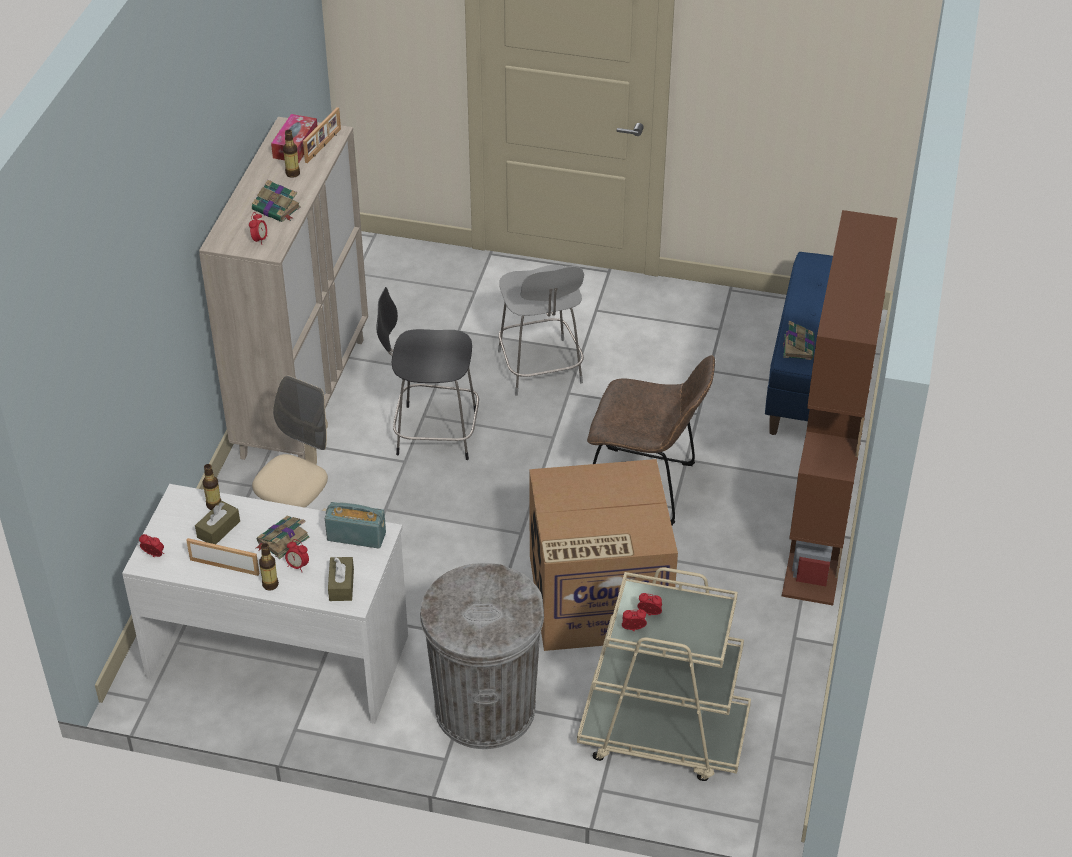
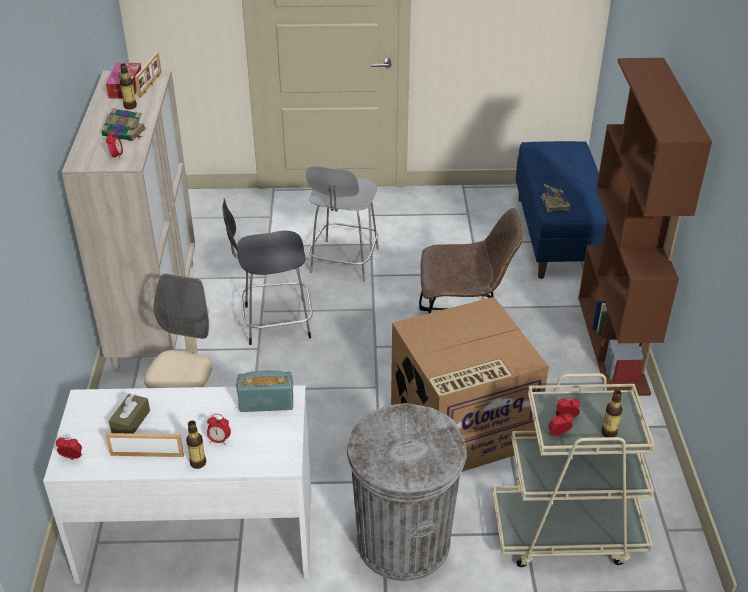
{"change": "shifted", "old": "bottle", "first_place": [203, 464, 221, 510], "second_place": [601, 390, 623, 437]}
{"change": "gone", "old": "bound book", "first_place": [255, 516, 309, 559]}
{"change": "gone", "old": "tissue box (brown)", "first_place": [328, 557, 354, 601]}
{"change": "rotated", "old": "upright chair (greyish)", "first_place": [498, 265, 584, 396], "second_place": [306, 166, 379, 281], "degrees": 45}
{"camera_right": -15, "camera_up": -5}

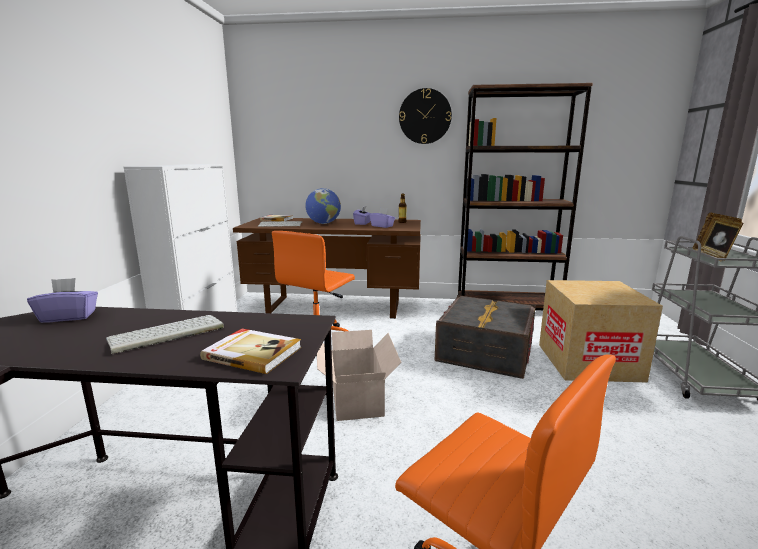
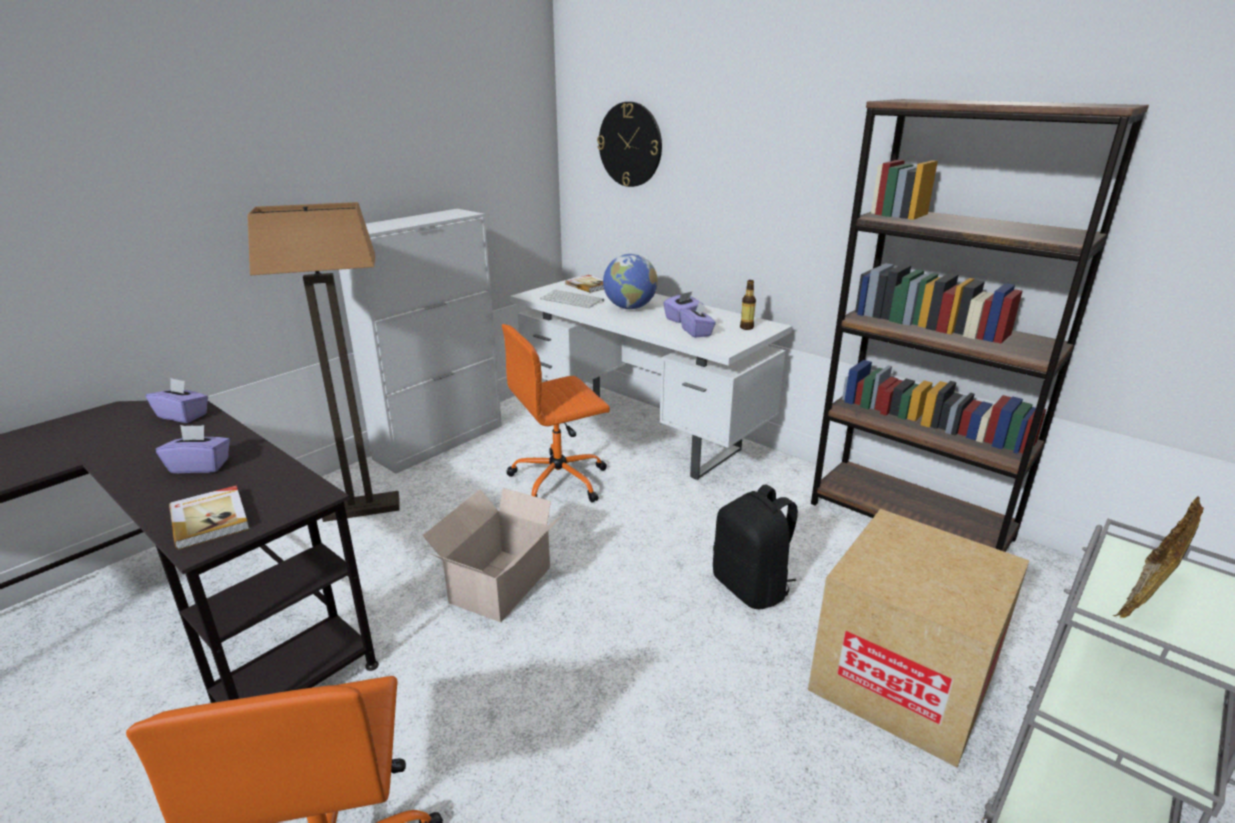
{"change": "swapped", "old": "PC keyboard", "new": "tissue box (purple-coloured)", "first_place": [106, 315, 224, 354], "second_place": [156, 425, 230, 473]}
{"change": "repainted", "old": "desk table (brown)", "new": "desk table (whitish)", "first_place": [233, 218, 421, 319], "second_place": [510, 276, 792, 480]}
{"change": "shifted", "old": "hanging clock", "first_place": [399, 88, 452, 144], "second_place": [597, 102, 662, 187]}
{"change": "swapped", "old": "storage container (greyish)", "new": "knapsack (black)", "first_place": [434, 295, 536, 379], "second_place": [713, 485, 798, 609]}
{"change": "new", "new": "standing lamp", "second_place": [248, 202, 400, 522]}
{"camera_right": 35, "camera_up": 10}

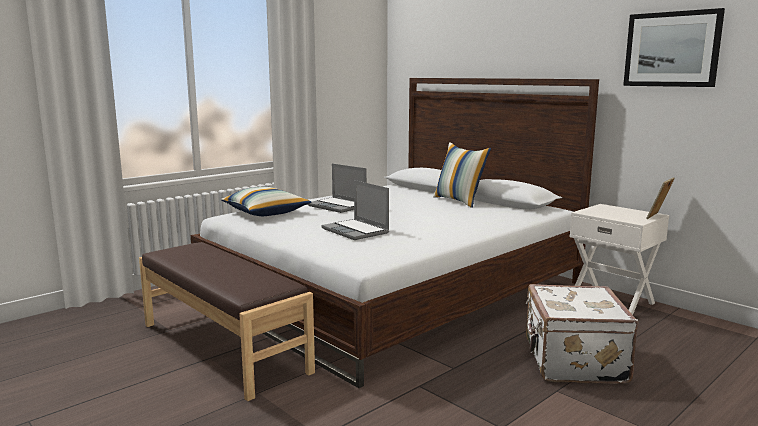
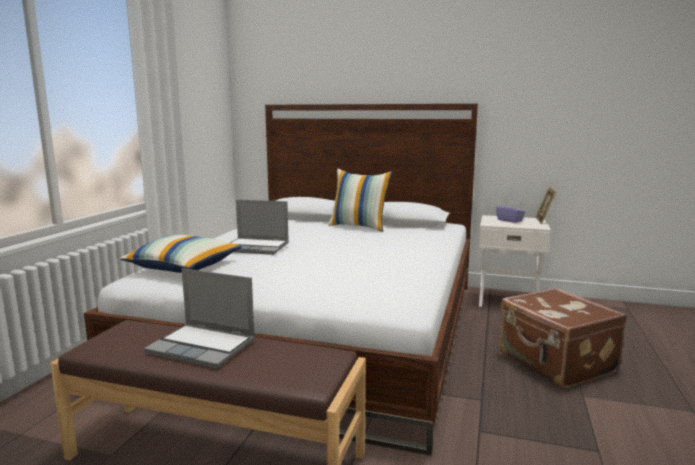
{"change": "shifted", "old": "notebook computer", "first_place": [322, 180, 389, 240], "second_place": [144, 268, 255, 369]}
{"change": "repainted", "old": "piece of luggage (whitish)", "new": "piece of luggage (brown)", "first_place": [526, 284, 638, 384], "second_place": [500, 288, 627, 388]}
{"change": "gone", "old": "wall picture", "first_place": [623, 8, 725, 87]}
{"change": "new", "new": "tissue box (purple-coloured)", "second_place": [496, 200, 526, 223]}
{"camera_right": -30, "camera_up": 0}

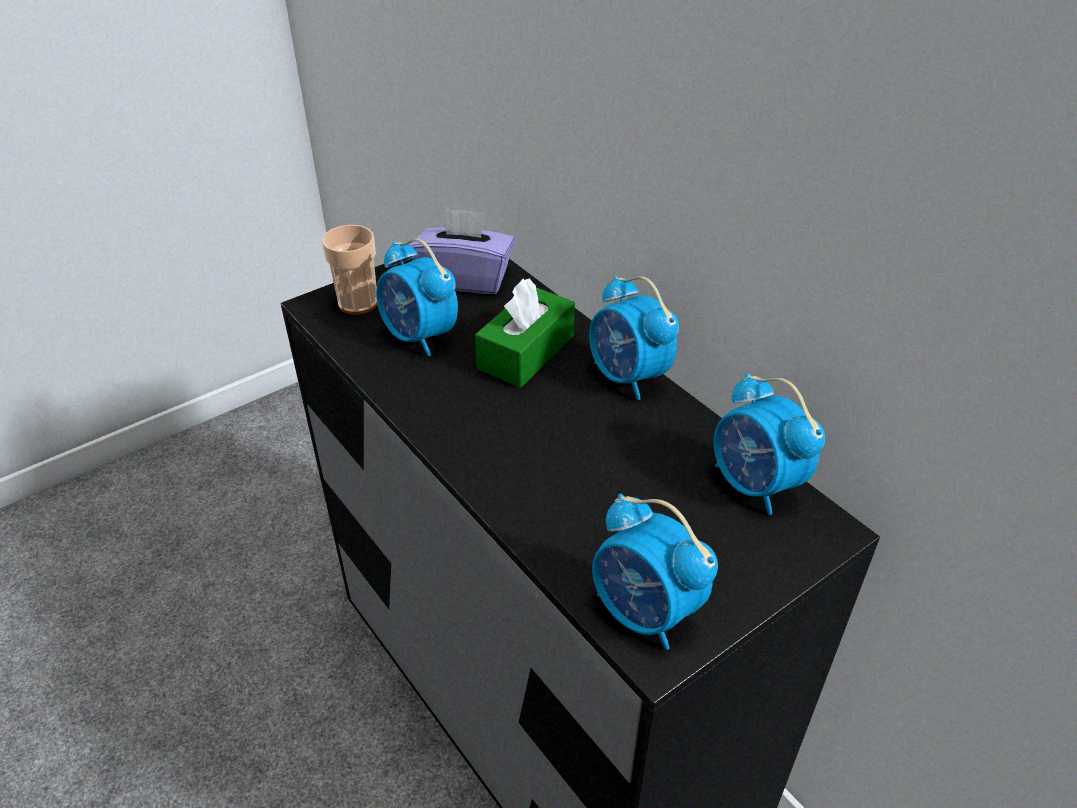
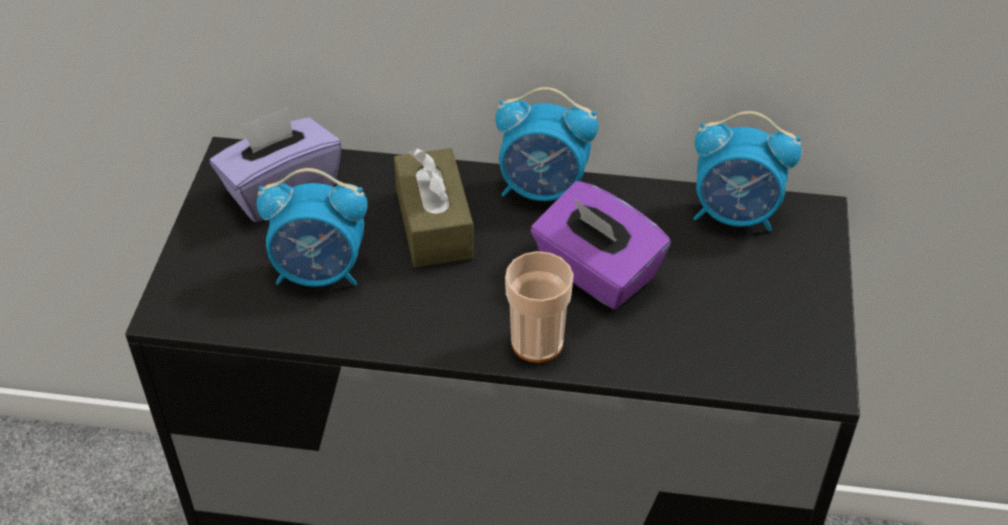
{"change": "shifted", "old": "cup", "first_place": [322, 225, 377, 315], "second_place": [505, 251, 574, 363]}
{"change": "repainted", "old": "tissue box (green-coloured)", "new": "tissue box (brown)", "first_place": [475, 279, 575, 388], "second_place": [394, 148, 474, 267]}
{"change": "gone", "old": "bedside clock", "first_place": [592, 494, 718, 650]}
{"change": "new", "new": "tissue box (purple-coloured)", "second_place": [530, 181, 671, 309]}
{"camera_right": -45, "camera_up": 5}

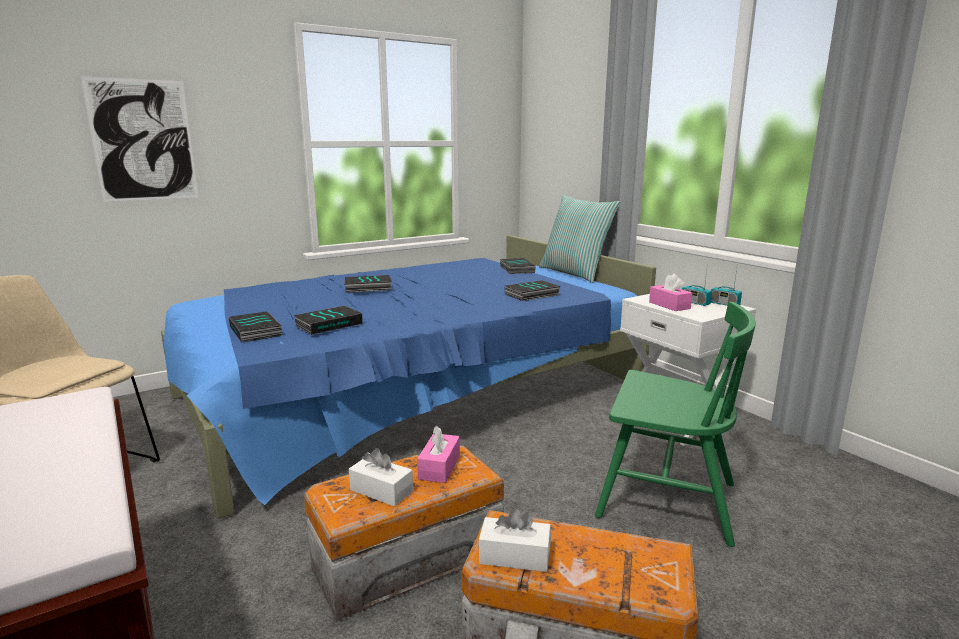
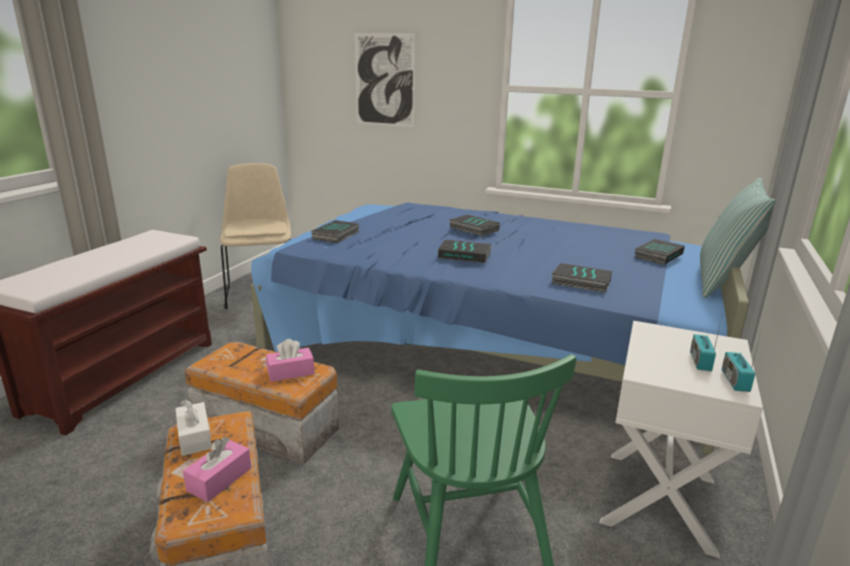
{"change": "shifted", "old": "bound book", "first_place": [293, 306, 363, 335], "second_place": [438, 240, 492, 263]}
{"change": "gone", "old": "tissue box (whitish)", "first_place": [349, 448, 413, 507]}
{"change": "shifted", "old": "tissue box (pink-coloured)", "first_place": [649, 274, 693, 311], "second_place": [183, 437, 251, 502]}
{"camera_right": 55, "camera_up": 5}

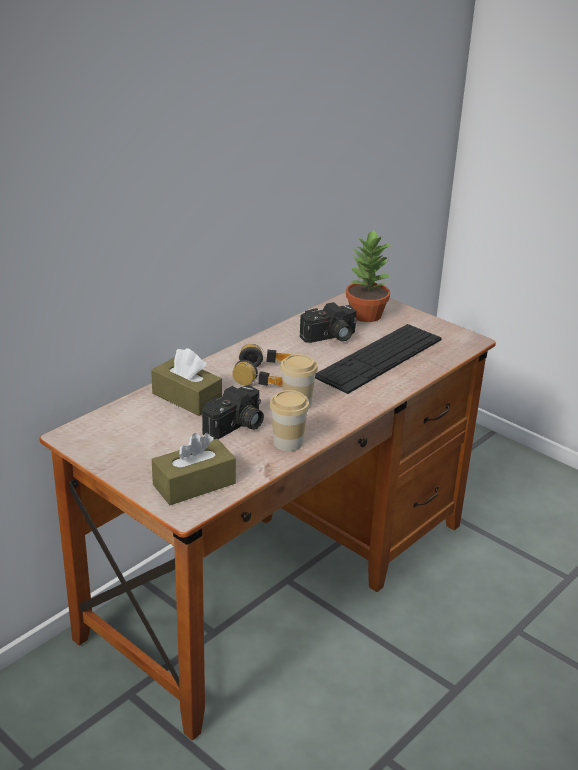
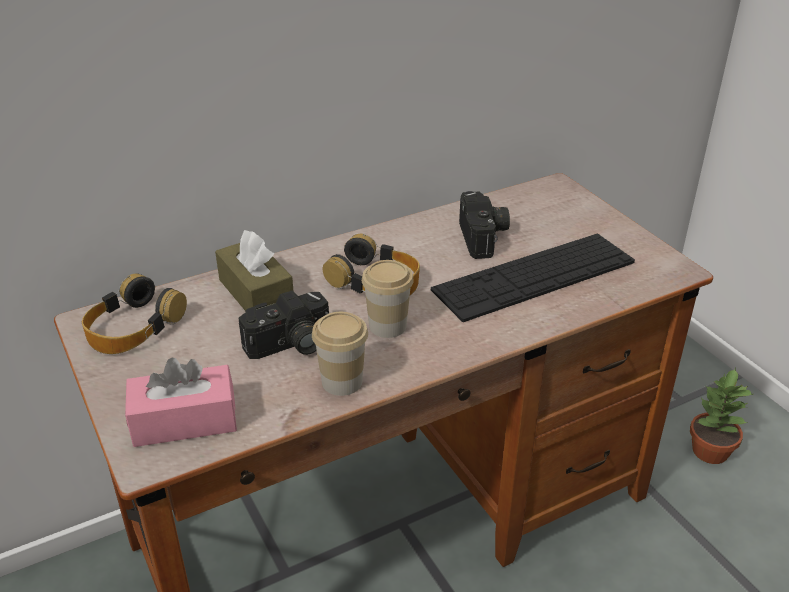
{"change": "repainted", "old": "tissue box (brown)", "new": "tissue box (pink-coloured)", "first_place": [152, 433, 236, 505], "second_place": [125, 358, 237, 447]}
{"change": "rotated", "old": "photo camera", "first_place": [300, 302, 357, 343], "second_place": [459, 191, 510, 259], "degrees": -90}
{"change": "shifted", "old": "houseplant", "first_place": [346, 229, 391, 322], "second_place": [690, 368, 753, 464]}
{"change": "new", "new": "headphones", "second_place": [82, 273, 187, 354]}
{"camera_right": 20, "camera_up": 5}

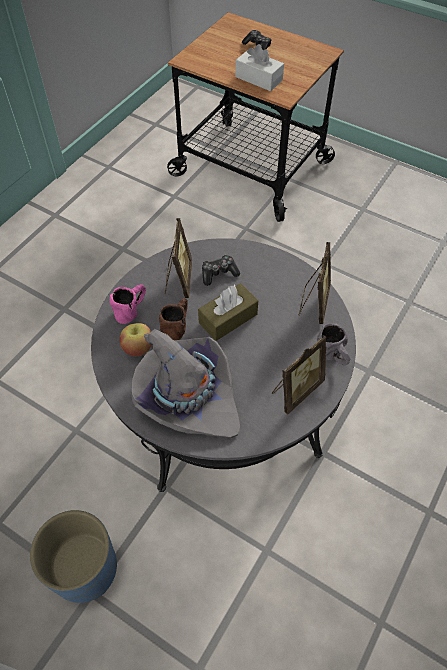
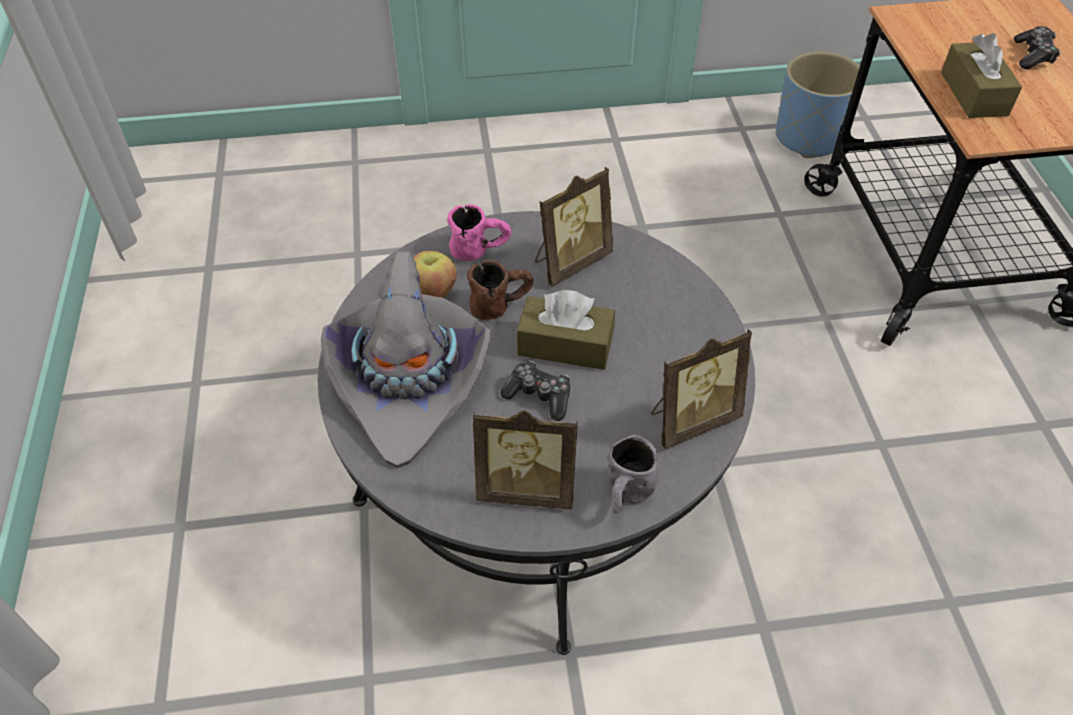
{"change": "shifted", "old": "plant pot (blue)", "first_place": [30, 510, 117, 603], "second_place": [776, 51, 866, 158]}
{"change": "shifted", "old": "gamepad", "first_place": [202, 255, 240, 286], "second_place": [501, 361, 570, 421]}
{"change": "repainted", "old": "tissue box (whitish)", "new": "tissue box (brown)", "first_place": [235, 44, 284, 91], "second_place": [941, 33, 1022, 118]}
{"camera_right": 50, "camera_up": -5}

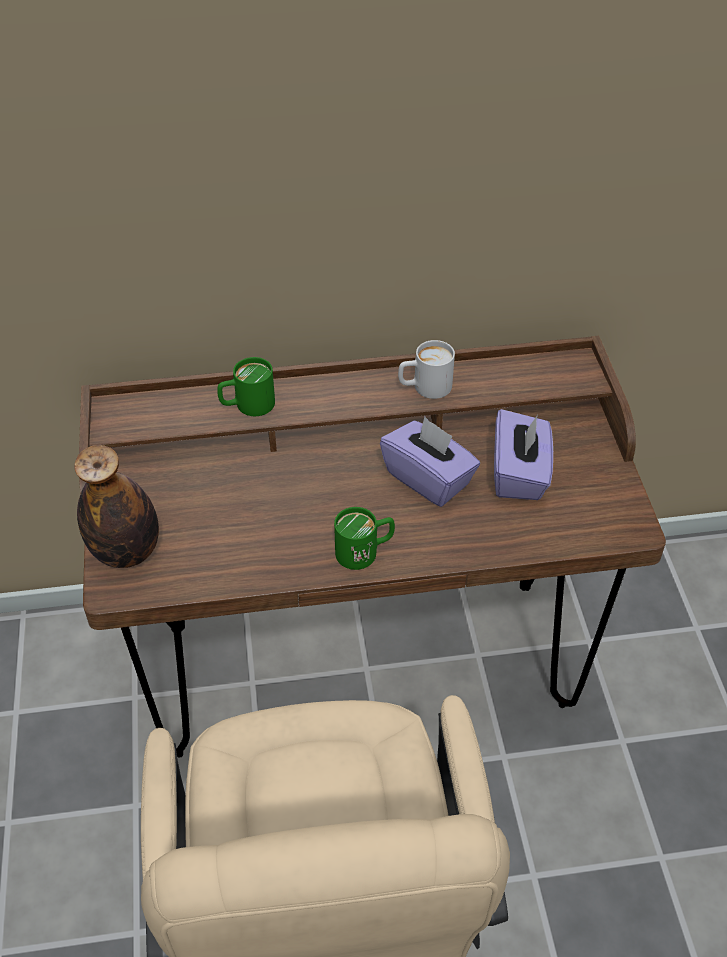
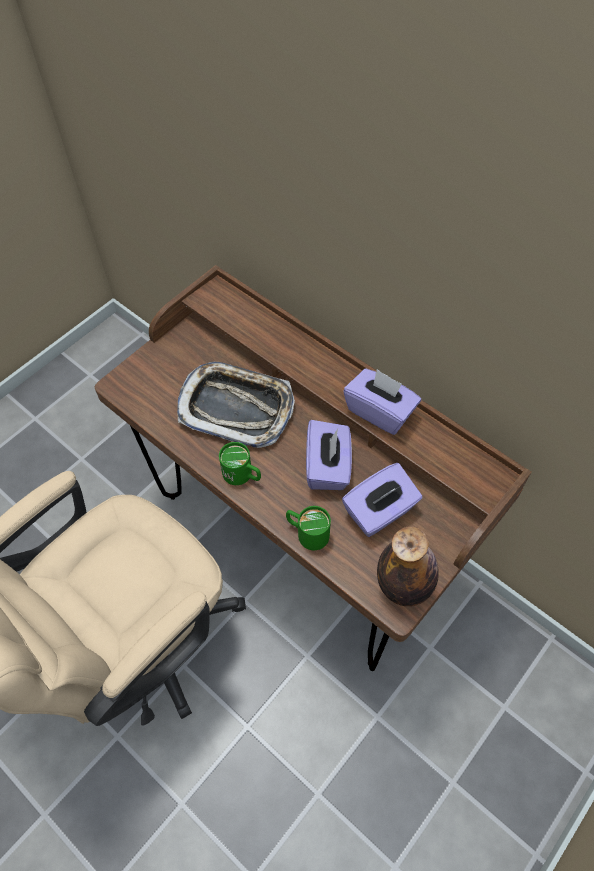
{"change": "shifted", "old": "bottle", "first_place": [74, 445, 159, 568], "second_place": [377, 527, 439, 606]}
{"change": "shifted", "old": "mug (green-coloured)", "first_place": [217, 357, 275, 416], "second_place": [286, 506, 331, 550]}
{"change": "swapped", "old": "mug (whitish)", "new": "tissue box (purple-coloured)", "first_place": [398, 340, 455, 399], "second_place": [344, 369, 421, 435]}
{"change": "new", "new": "carrying tray", "second_place": [177, 362, 295, 448]}
{"camera_right": 50, "camera_up": 10}

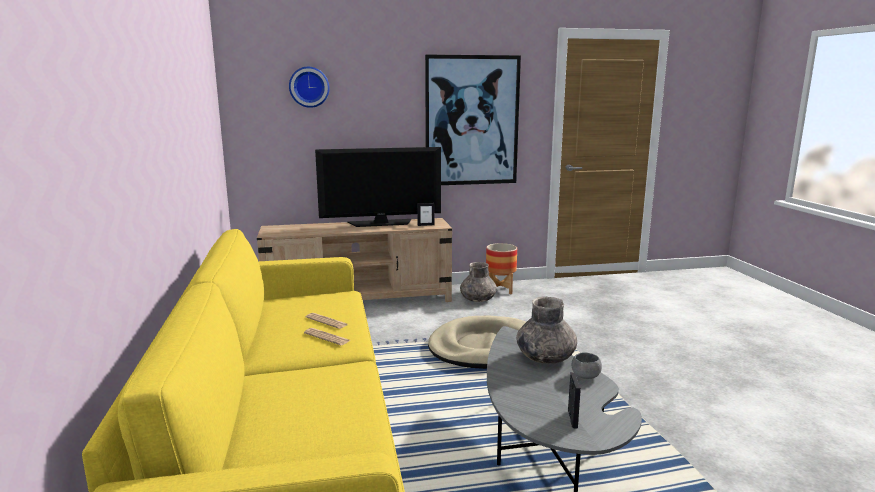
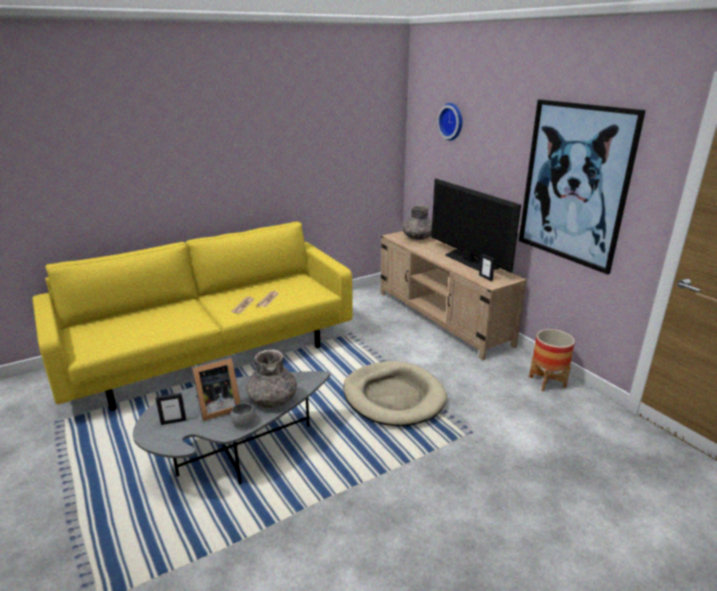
{"change": "shifted", "old": "vase (greyish)", "first_place": [460, 262, 497, 302], "second_place": [403, 205, 432, 240]}
{"change": "new", "new": "standing frame", "second_place": [192, 357, 241, 421]}
{"camera_right": 70, "camera_up": 10}

